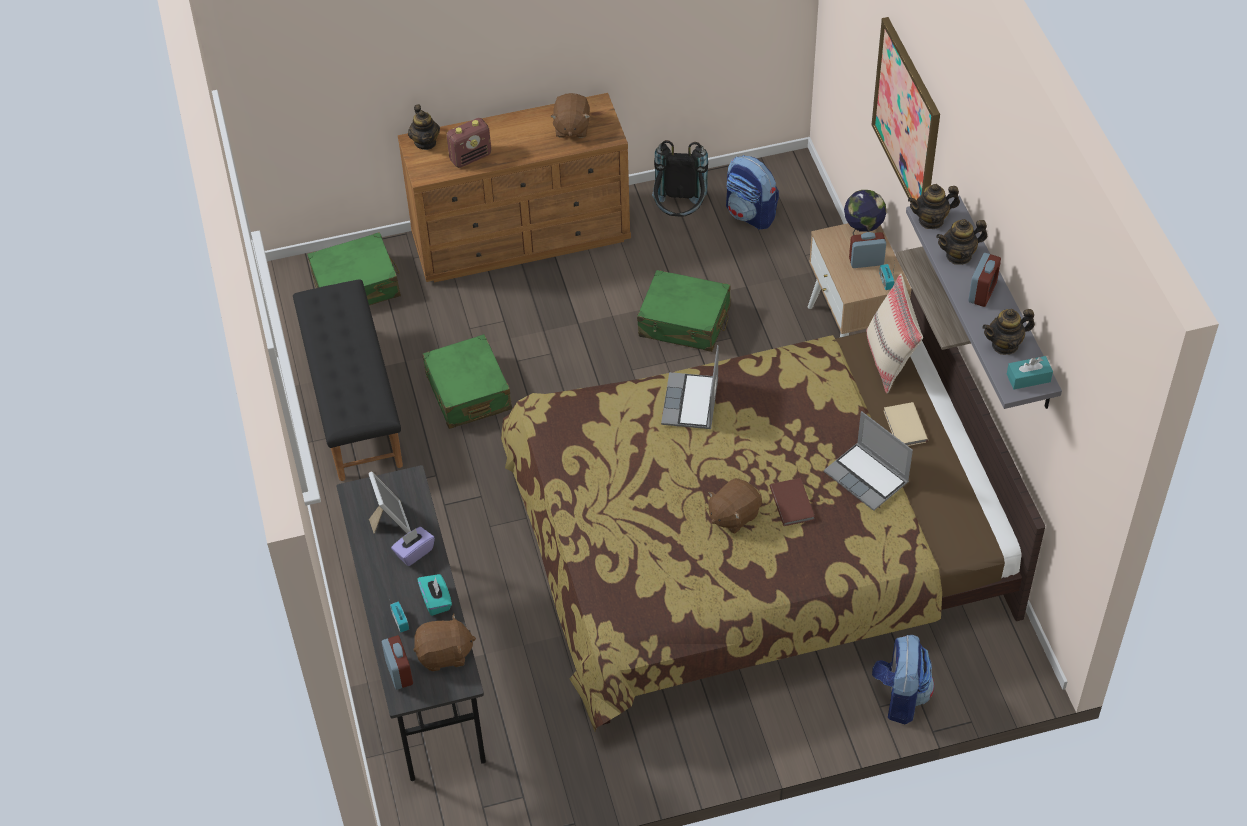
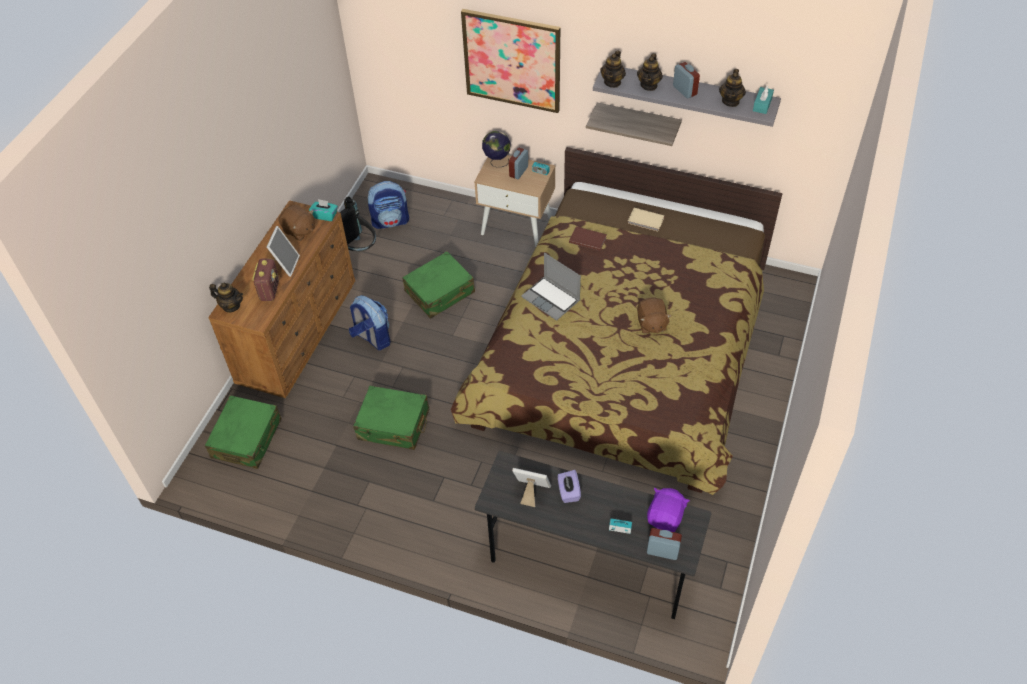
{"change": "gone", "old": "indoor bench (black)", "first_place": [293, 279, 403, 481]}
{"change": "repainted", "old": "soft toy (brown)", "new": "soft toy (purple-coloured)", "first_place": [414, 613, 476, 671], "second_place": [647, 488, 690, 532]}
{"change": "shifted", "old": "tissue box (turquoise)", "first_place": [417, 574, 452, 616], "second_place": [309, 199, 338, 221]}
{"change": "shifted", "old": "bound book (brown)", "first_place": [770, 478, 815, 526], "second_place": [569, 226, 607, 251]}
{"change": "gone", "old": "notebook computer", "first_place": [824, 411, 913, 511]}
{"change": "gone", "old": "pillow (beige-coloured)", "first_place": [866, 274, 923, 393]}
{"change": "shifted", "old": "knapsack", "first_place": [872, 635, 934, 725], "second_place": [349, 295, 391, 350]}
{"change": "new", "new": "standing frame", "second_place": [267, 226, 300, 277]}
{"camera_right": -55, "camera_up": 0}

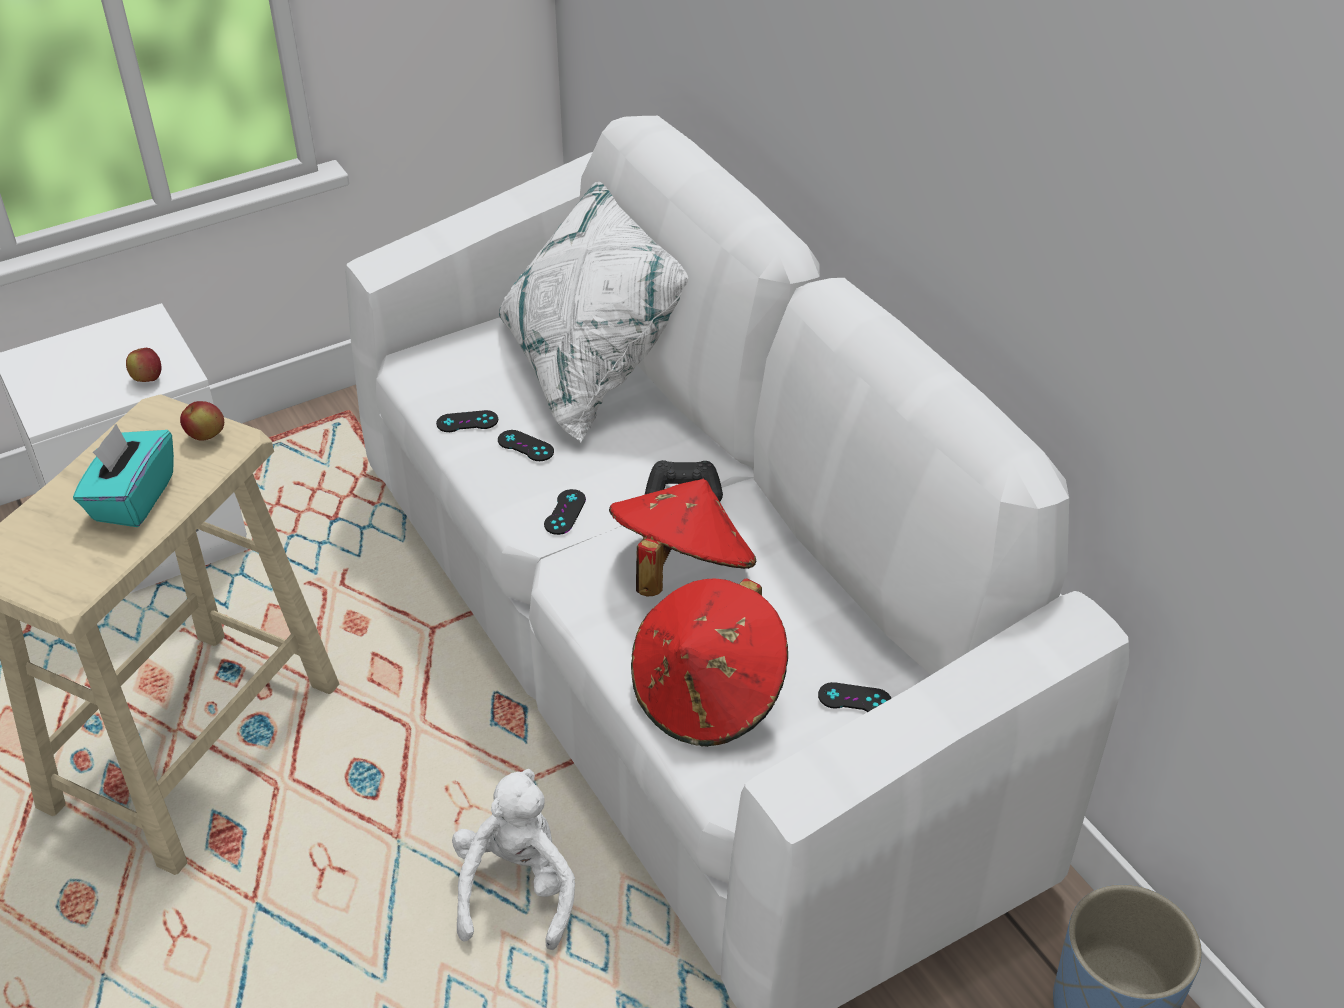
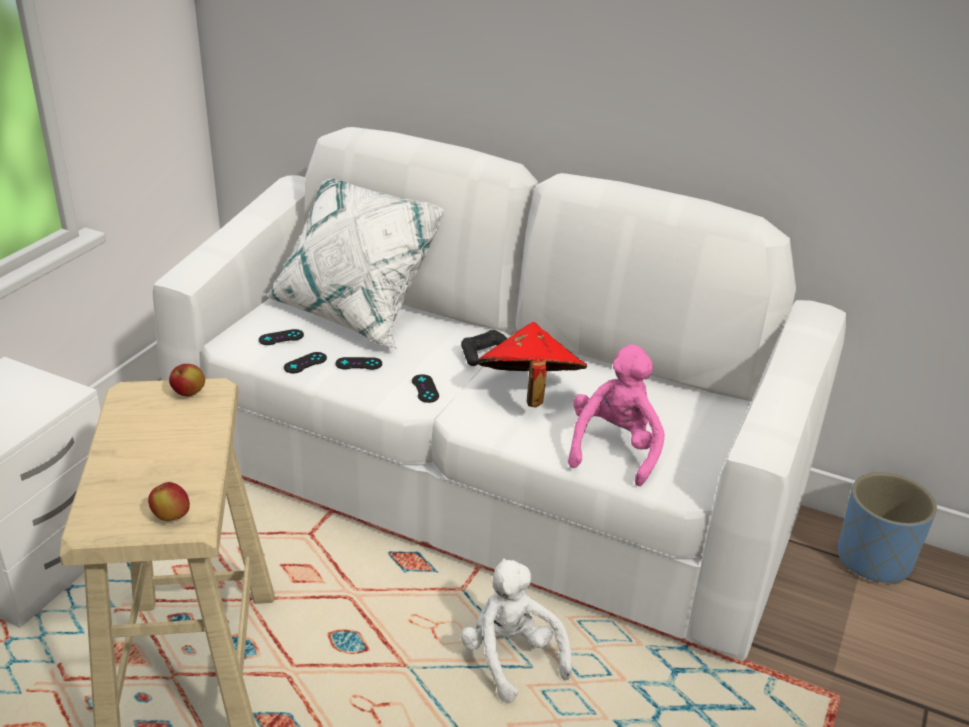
{"change": "gone", "old": "tissue box (turquoise)", "first_place": [73, 424, 174, 527]}
{"change": "shifted", "old": "apple", "first_place": [126, 348, 161, 382], "second_place": [148, 482, 190, 521]}
{"change": "swapped", "old": "wearable hat (reddish)", "new": "soft toy (pink-coloured)", "first_place": [631, 578, 788, 747], "second_place": [568, 344, 665, 486]}
{"change": "shifted", "old": "gamepad (black)", "first_place": [818, 682, 891, 712], "second_place": [259, 329, 304, 345]}
{"camera_right": -35, "camera_up": -10}

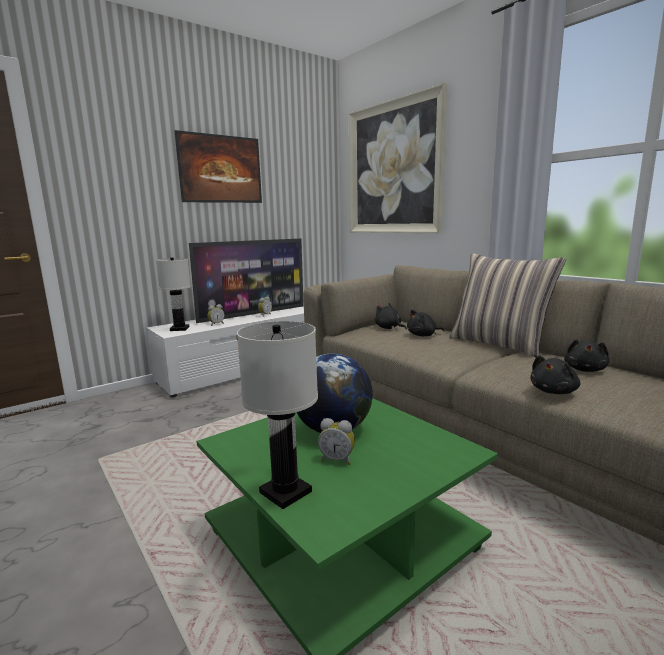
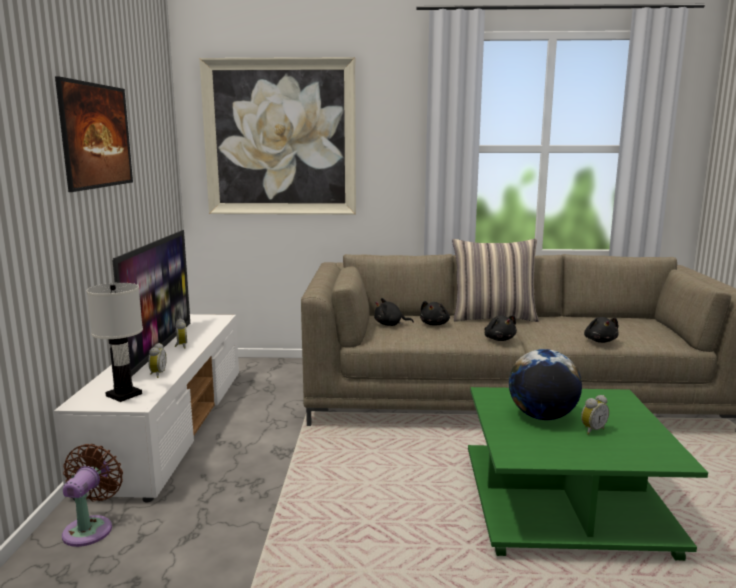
{"change": "gone", "old": "lamp for a table (whitish)", "first_place": [237, 321, 318, 509]}
{"change": "shifted", "old": "soft toy (black)", "first_place": [564, 339, 610, 372], "second_place": [485, 315, 517, 341]}
{"change": "new", "new": "electric fan (brown)", "second_place": [62, 444, 123, 547]}
{"camera_right": -50, "camera_up": 0}

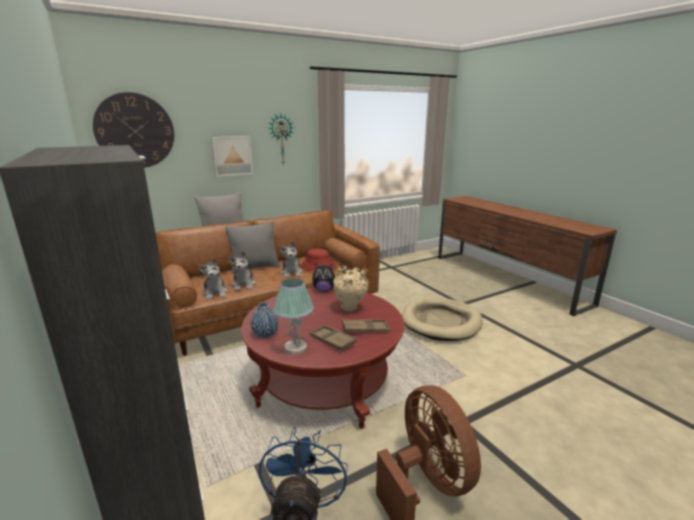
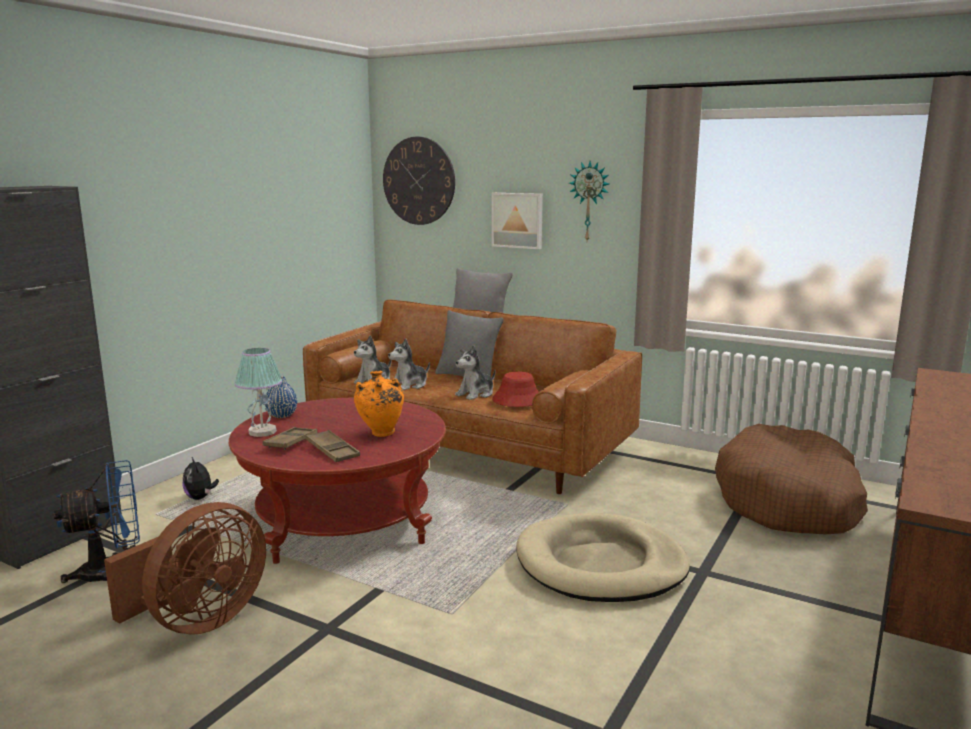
{"change": "shifted", "old": "soft toy", "first_place": [312, 264, 335, 292], "second_place": [183, 457, 219, 500]}
{"change": "repainted", "old": "vase (beige-coloured)", "new": "vase (orangey)", "first_place": [333, 266, 369, 311], "second_place": [354, 371, 404, 437]}
{"change": "new", "new": "dog cushion (brown)", "second_place": [715, 424, 868, 534]}
{"camera_right": 60, "camera_up": -5}

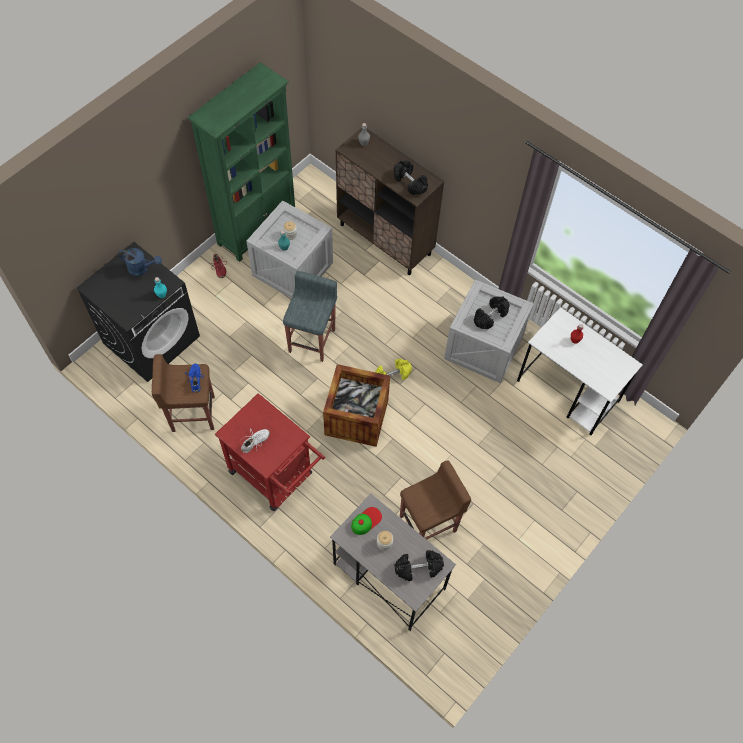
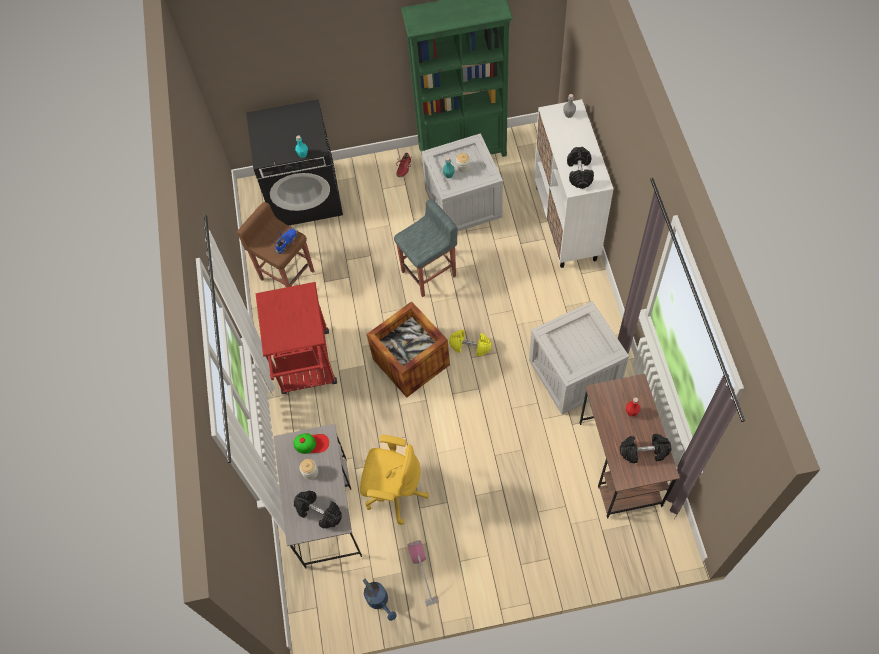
{"change": "shifted", "old": "watering can (blue)", "first_place": [118, 248, 162, 276], "second_place": [363, 579, 397, 621]}
{"change": "gone", "old": "shoe (whitish)", "first_place": [241, 428, 270, 453]}
{"change": "repainted", "old": "cupboard (brown)", "new": "cupboard (whitish)", "first_place": [336, 128, 444, 275], "second_place": [534, 99, 614, 268]}
{"change": "swapped", "old": "stool (brown)", "new": "office chair (yellow-coloured)", "first_place": [400, 460, 471, 540], "second_place": [360, 435, 429, 525]}
{"change": "shifted", "old": "hand weight (black)", "first_place": [474, 296, 510, 329], "second_place": [620, 434, 671, 463]}
{"change": "repainted", "old": "desk table (whitish)", "new": "desk table (brown)", "first_place": [517, 307, 643, 435], "second_place": [579, 374, 680, 519]}
{"change": "new", "new": "vacuum cleaner", "second_place": [407, 540, 439, 606]}
{"camera_right": 45, "camera_up": 0}

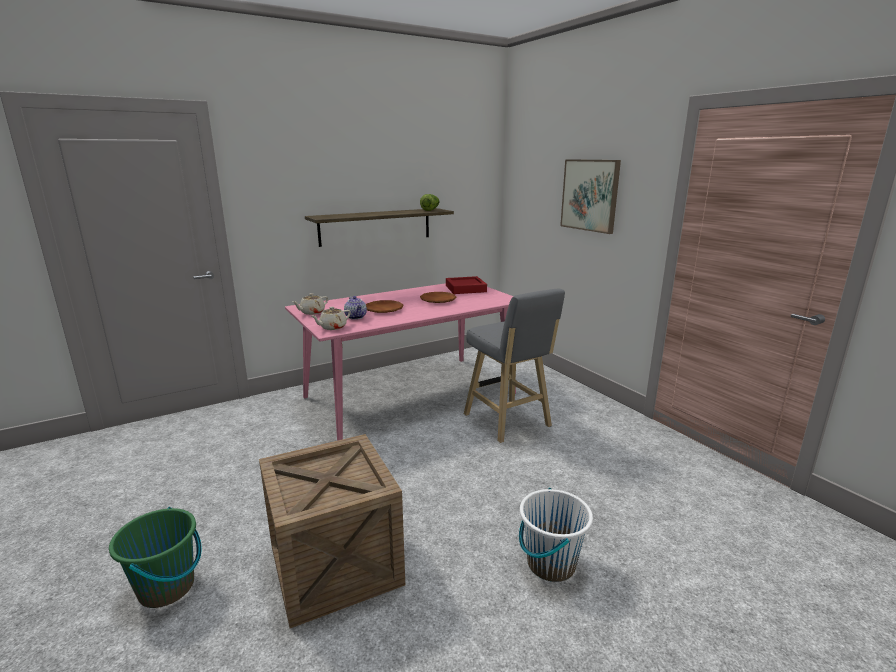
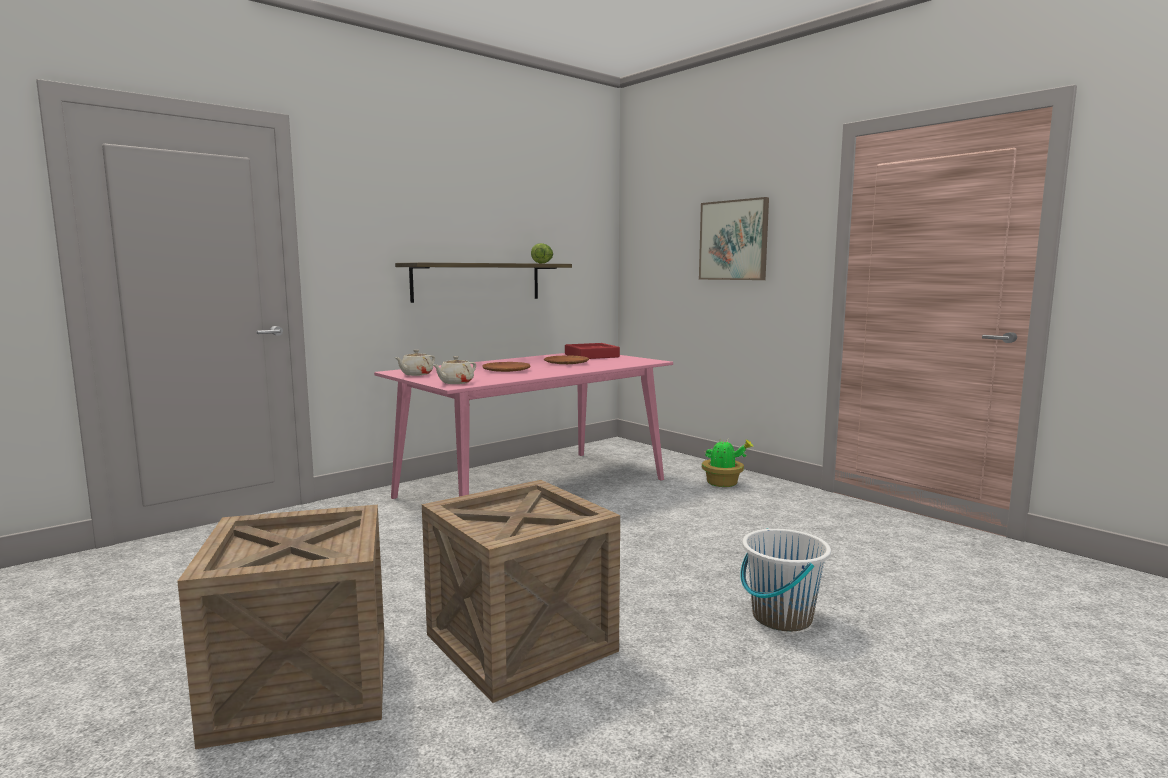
{"change": "swapped", "old": "bucket (green-coloured)", "new": "crate", "first_place": [109, 507, 202, 608], "second_place": [177, 505, 385, 749]}
{"change": "gone", "old": "teapot", "first_place": [344, 296, 367, 320]}
{"change": "gone", "old": "stool (greyish)", "first_place": [464, 289, 565, 443]}
{"change": "new", "new": "houseplant", "second_place": [702, 438, 753, 487]}
{"camera_right": -10, "camera_up": -10}

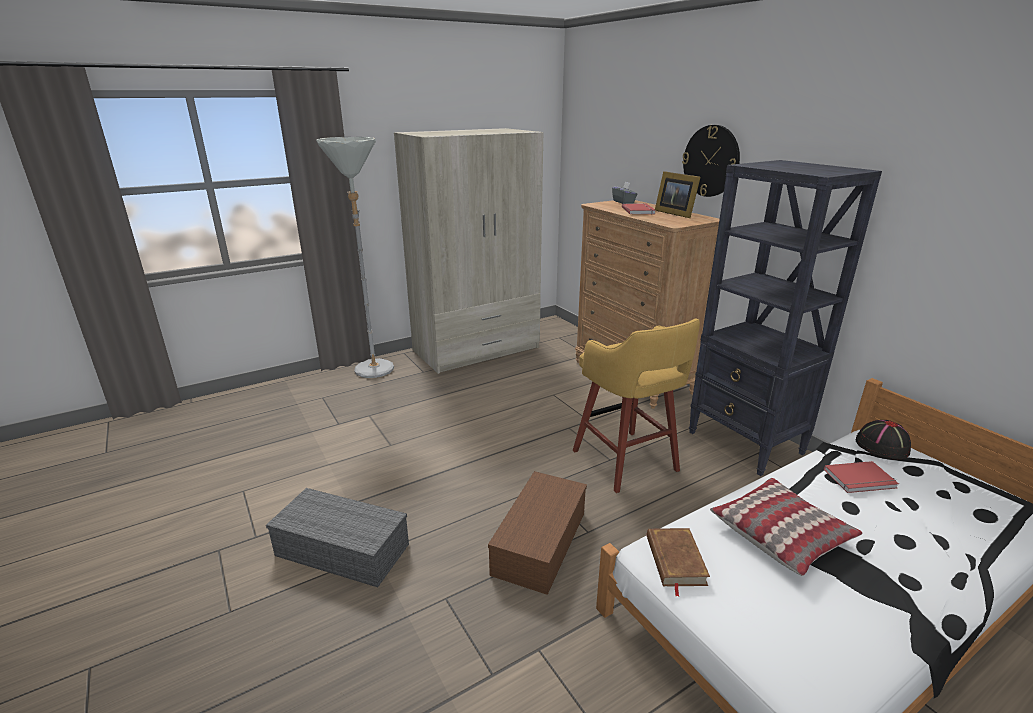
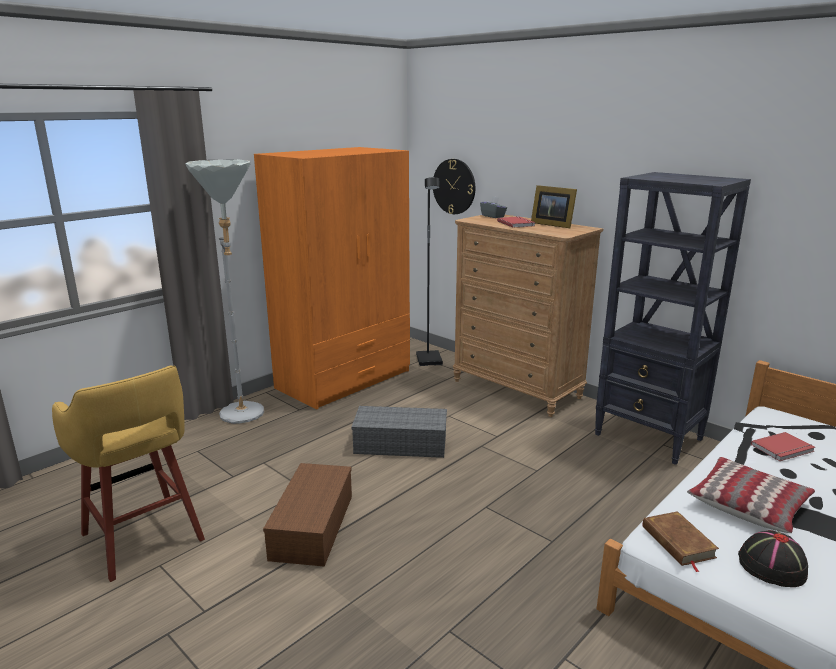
{"change": "shifted", "old": "storage container (greyish)", "first_place": [266, 488, 409, 587], "second_place": [351, 406, 447, 458]}
{"change": "repainted", "old": "clothes cupboard (beige-coloured)", "new": "clothes cupboard (orangey)", "first_place": [394, 128, 543, 374], "second_place": [254, 147, 410, 410]}
{"change": "shifted", "old": "storage container (brown)", "first_place": [488, 471, 587, 595], "second_place": [263, 463, 352, 567]}
{"change": "shifted", "old": "stool (yellow-coloured)", "first_place": [573, 318, 700, 493], "second_place": [52, 365, 205, 582]}
{"change": "shifted", "old": "hanging clock", "first_place": [682, 125, 740, 197], "second_place": [433, 159, 475, 214]}
{"change": "shifted", "old": "wearable hat (black)", "first_place": [856, 420, 911, 460], "second_place": [738, 530, 808, 587]}
{"change": "new", "new": "standing lamp (black)", "second_place": [416, 177, 443, 366]}
{"camera_right": -15, "camera_up": -5}

